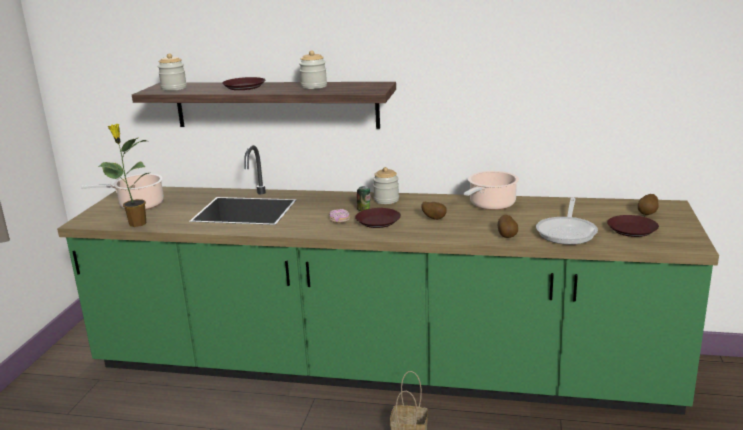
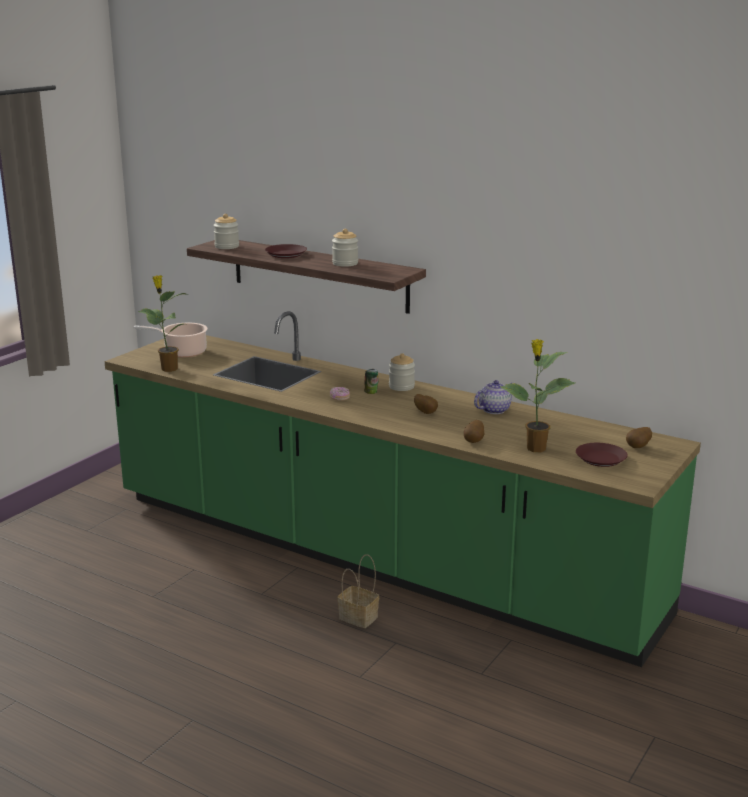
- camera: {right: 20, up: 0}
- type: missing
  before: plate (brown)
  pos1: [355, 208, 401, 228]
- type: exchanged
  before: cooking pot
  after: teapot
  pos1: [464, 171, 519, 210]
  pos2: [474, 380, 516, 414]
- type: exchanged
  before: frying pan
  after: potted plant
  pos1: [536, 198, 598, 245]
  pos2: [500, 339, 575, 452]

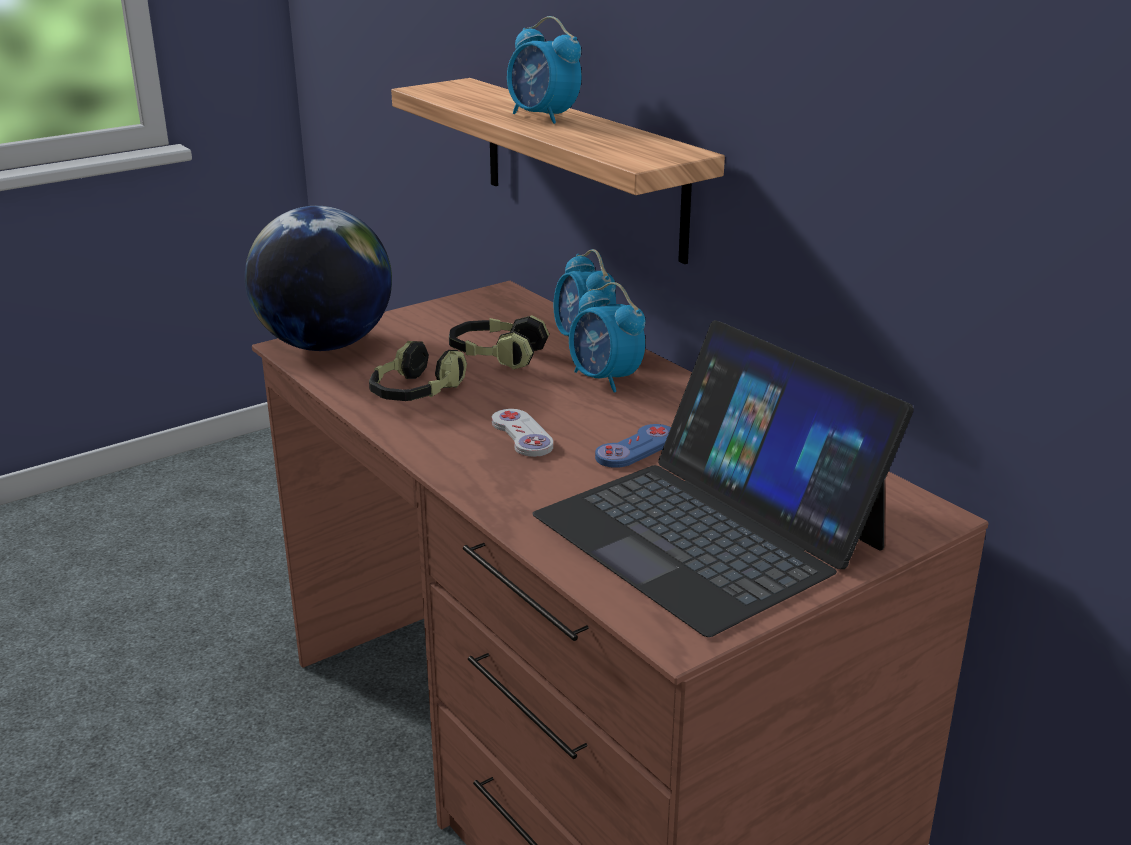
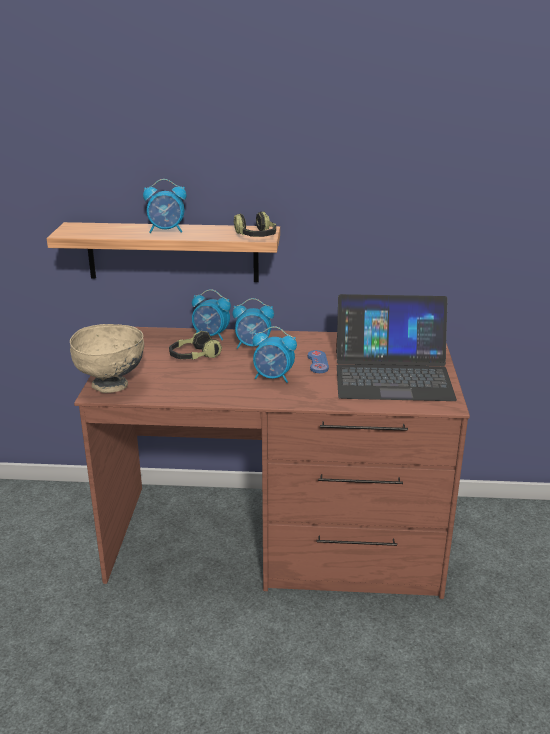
- camera: {right: -50, up: 0}
- type: exchanged
  before: globe
  after: bowl (beige)
  pos1: [245, 206, 392, 351]
  pos2: [70, 324, 144, 393]
- type: relocated
  before: headphones
  pos1: [369, 341, 467, 401]
  pos2: [234, 211, 276, 237]
- type: exchanged
  before: game controller (white)
  after: alarm clock
  pos1: [492, 409, 553, 457]
  pos2: [252, 326, 297, 383]

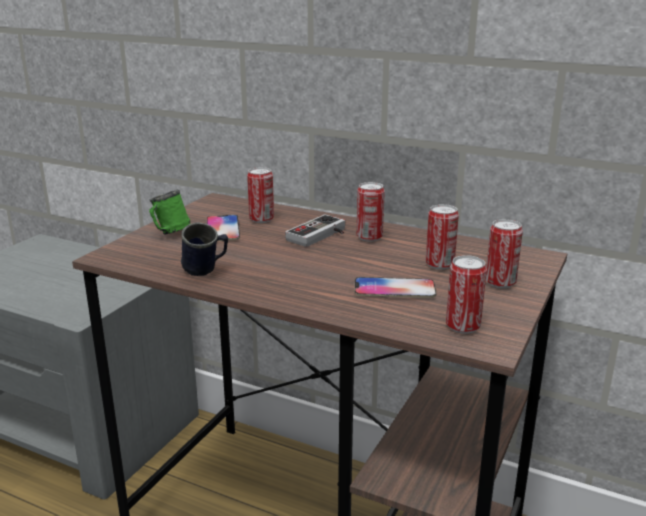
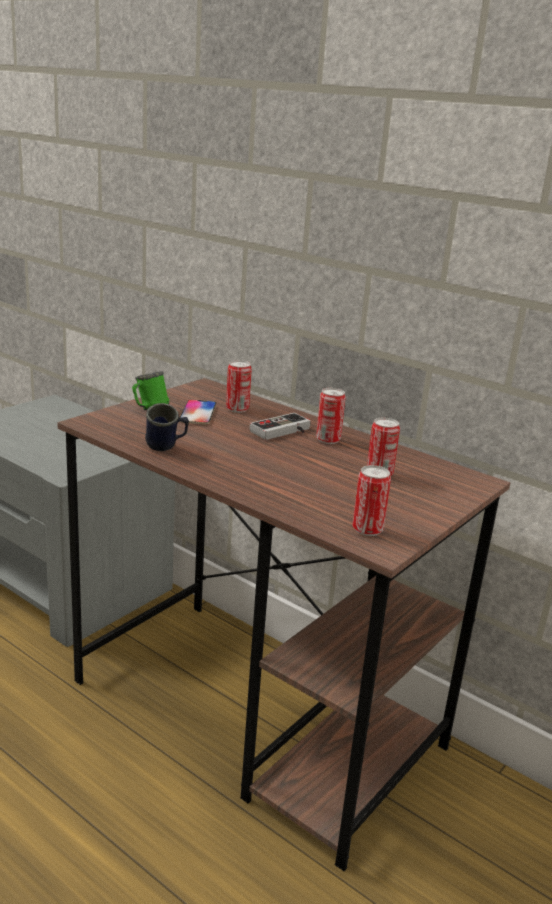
- camera: {right: 10, up: 0}
- type: missing
  before: phone
  pos1: [354, 277, 436, 298]
- type: missing
  before: can
  pos1: [486, 219, 523, 288]

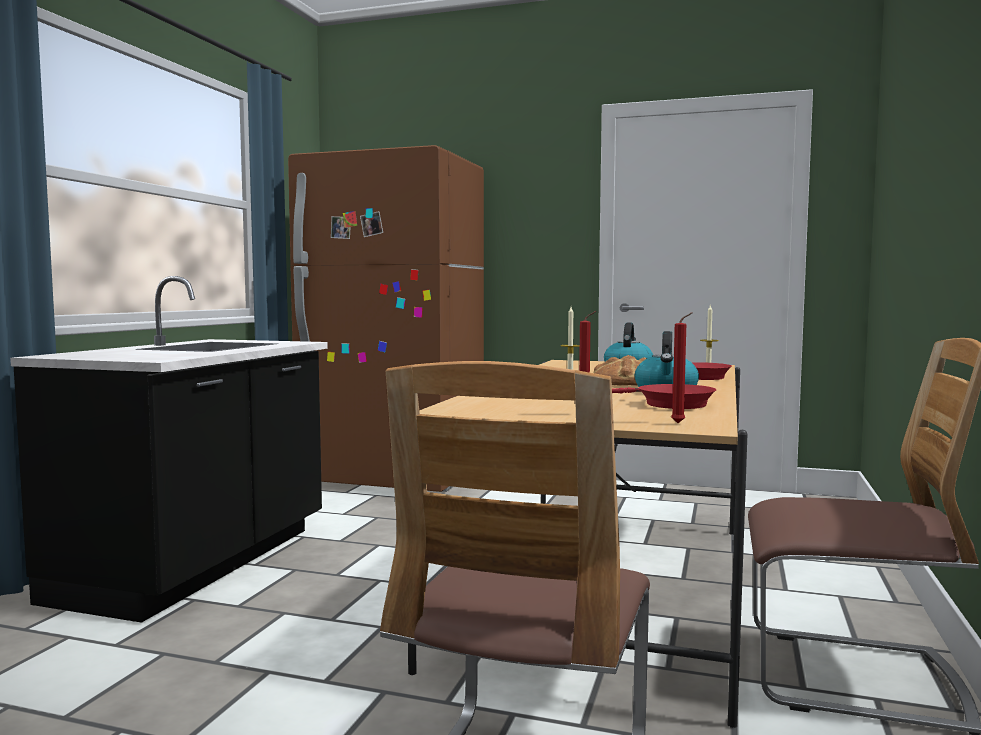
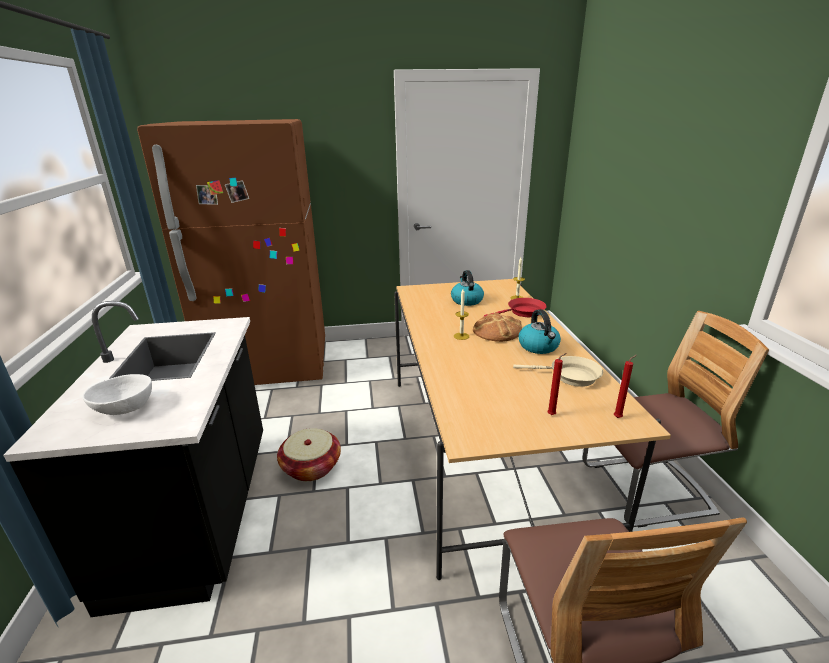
- camera: {right: -25, up: 20}
- type: colour
  before: frying pan (red)
  after: frying pan (beige)
  pos1: [612, 384, 716, 409]
  pos2: [513, 356, 603, 387]
- type: appeared
  after: bowl (white)
  pos2: [82, 374, 152, 415]
- type: appeared
  after: basket
  pos2: [277, 428, 341, 481]

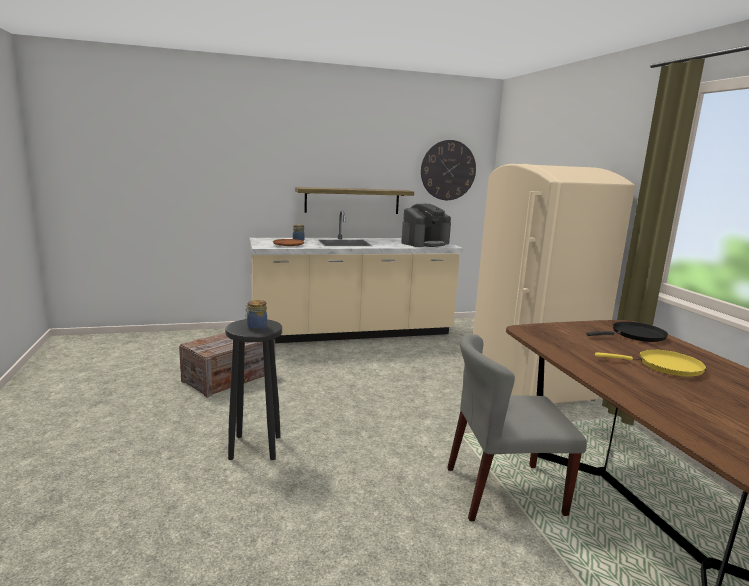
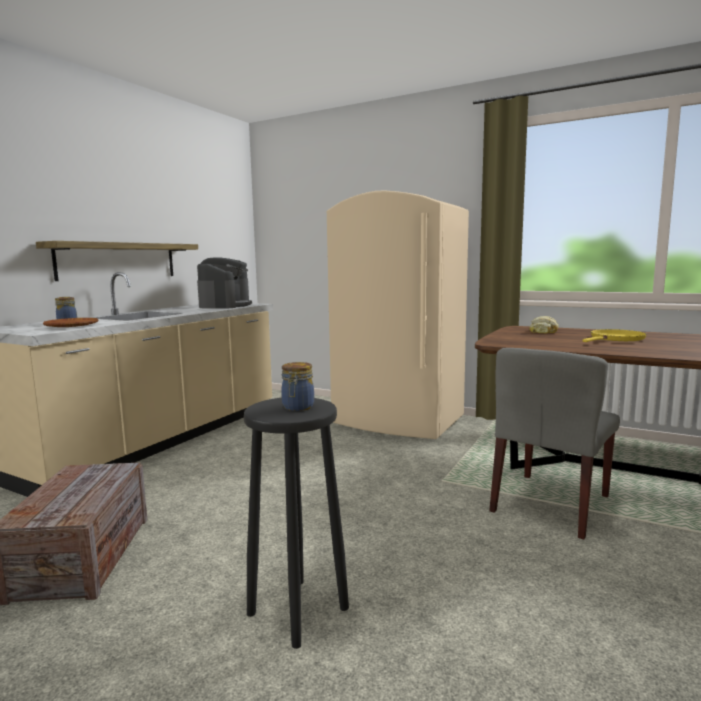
- camera: {right: -45, up: -5}
- type: missing
  before: wall clock
  pos1: [421, 140, 476, 200]
- type: exchanged
  before: frying pan (black)
  after: bread
  pos1: [586, 321, 668, 342]
  pos2: [529, 316, 558, 334]

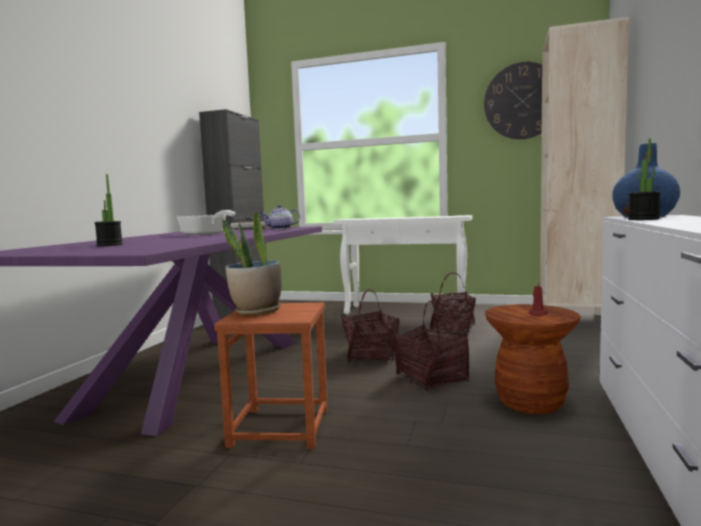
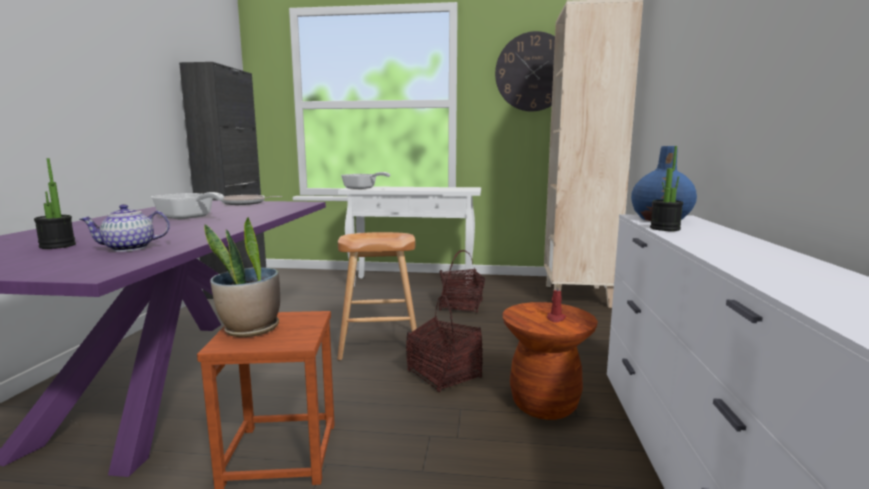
- camera: {right: -10, up: 5}
- type: relocated
  before: teapot
  pos1: [260, 205, 300, 230]
  pos2: [79, 204, 170, 252]
- type: exchanged
  before: basket
  after: stool (brown)
  pos1: [341, 289, 399, 363]
  pos2: [337, 232, 417, 360]
- type: appeared
  after: frying pan
  pos2: [341, 172, 390, 189]

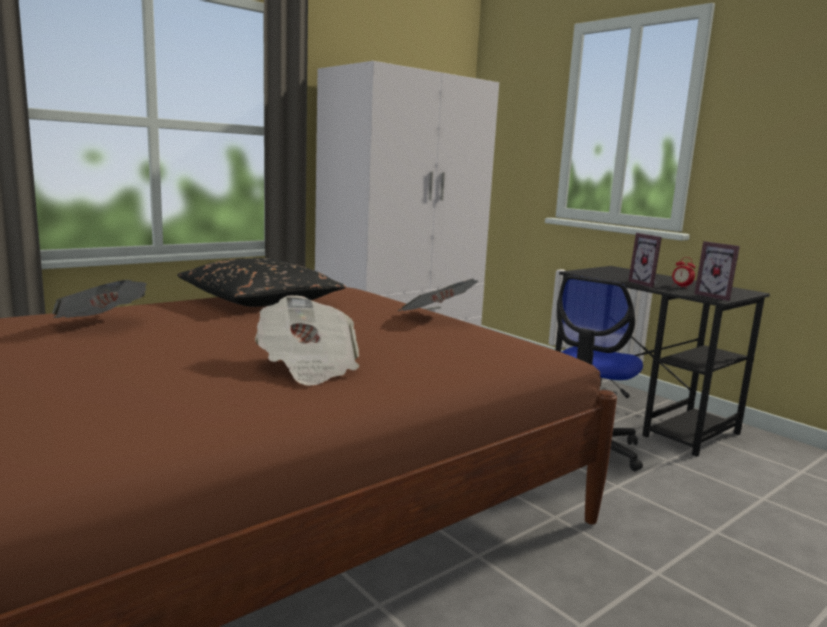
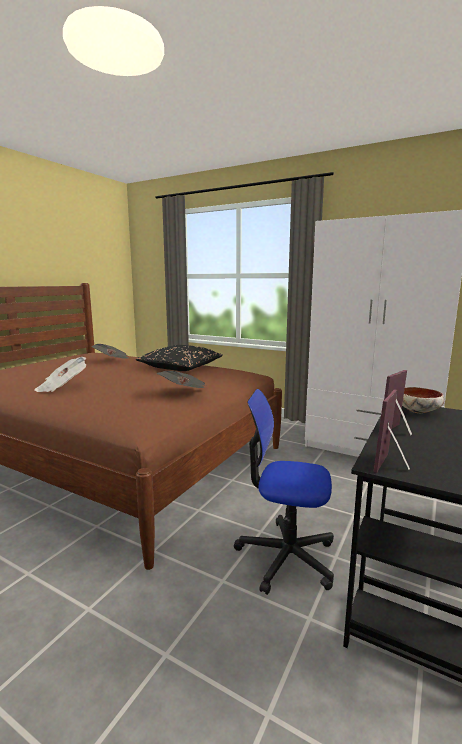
- camera: {right: 70, up: 0}
- type: missing
  before: alarm clock
  pos1: [672, 257, 696, 287]
- type: appeared
  after: bowl
  pos2: [402, 387, 444, 413]

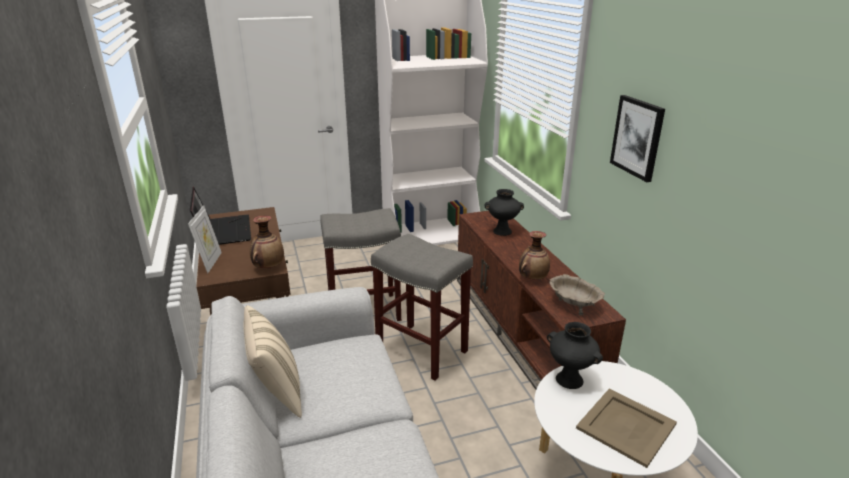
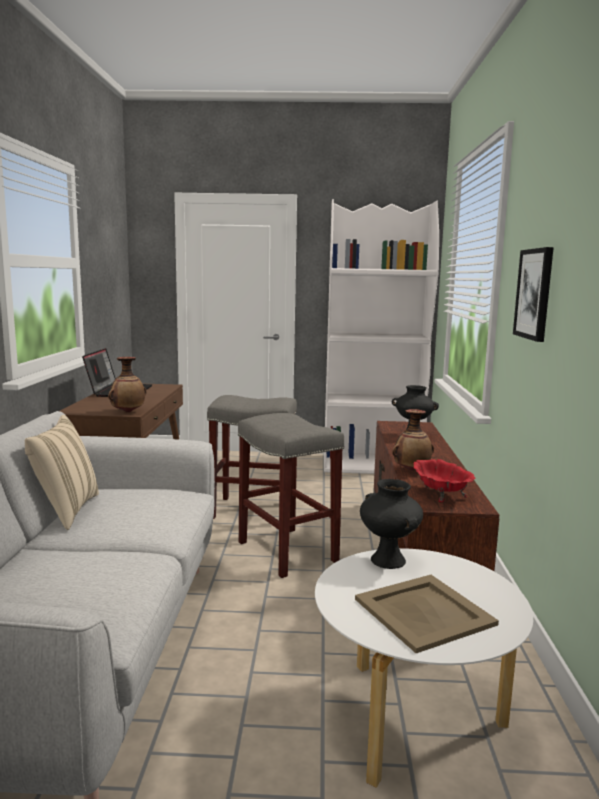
- camera: {right: 20, up: -15}
- type: missing
  before: picture frame
  pos1: [188, 205, 222, 274]
- type: colour
  before: bowl (beige)
  after: bowl (red)
  pos1: [550, 274, 605, 315]
  pos2: [414, 459, 476, 502]

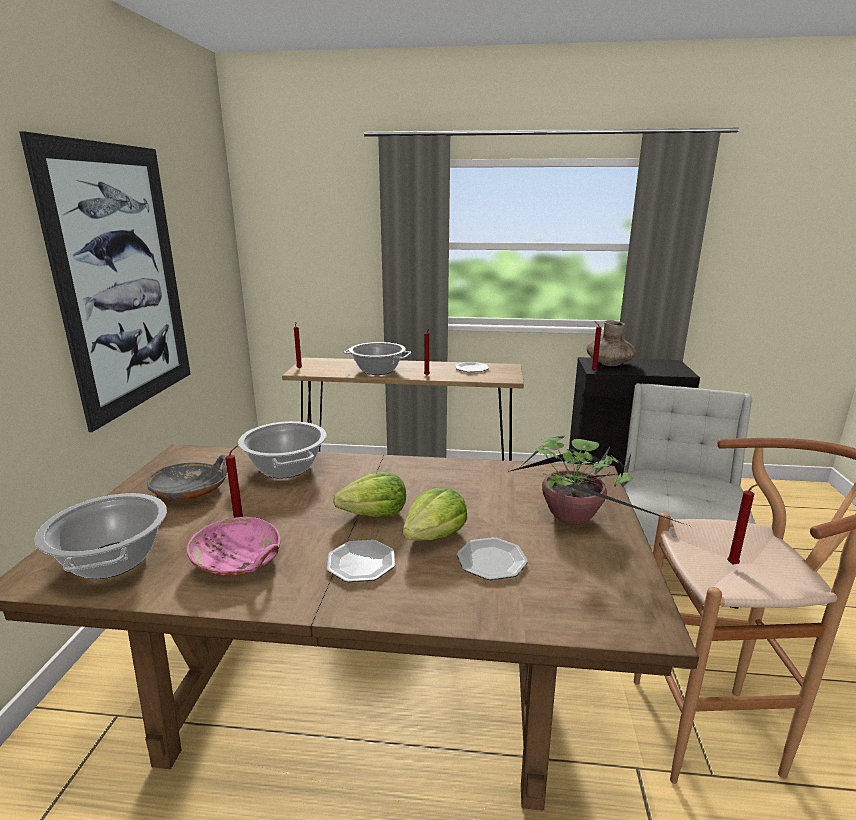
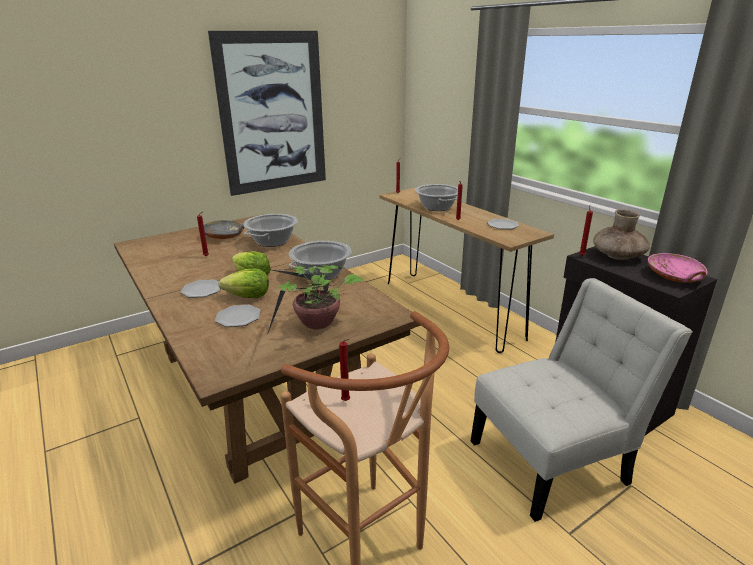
- camera: {right: 50, up: 5}
- type: relocated
  before: cooking pot
  pos1: [35, 493, 167, 579]
  pos2: [289, 241, 351, 281]
- type: relocated
  before: bowl (pink)
  pos1: [186, 517, 281, 576]
  pos2: [648, 253, 707, 283]

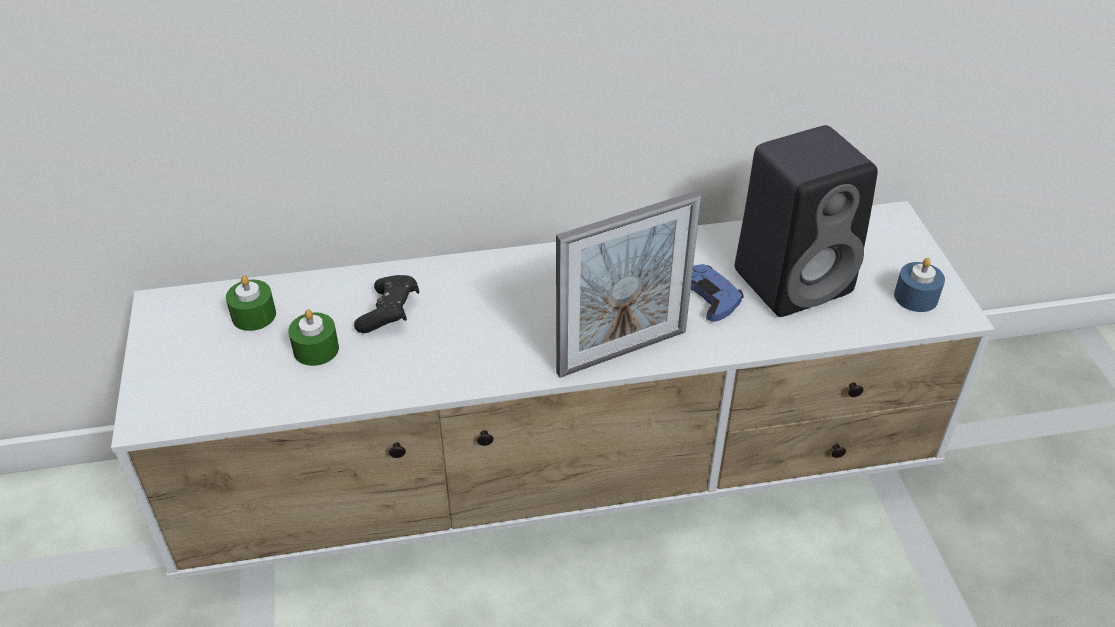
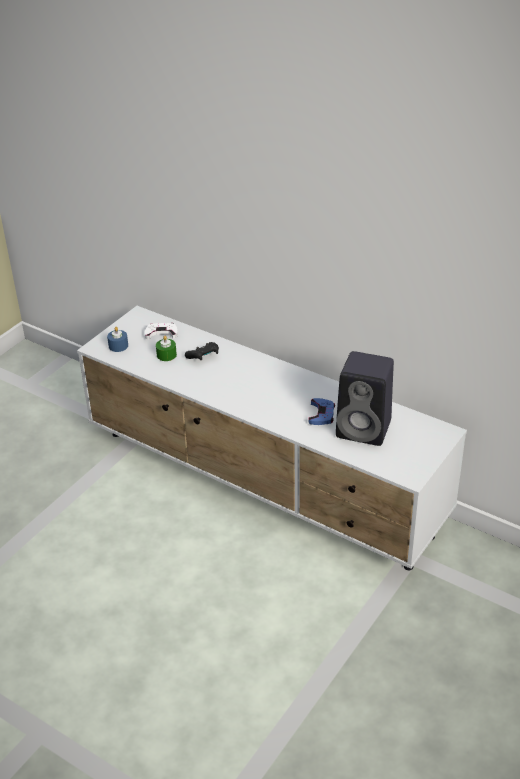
- camera: {right: 45, up: -5}
- type: exchanged
  before: candle (green)
  after: game controller (white)
  pos1: [226, 276, 276, 331]
  pos2: [145, 323, 178, 339]
- type: missing
  before: picture frame
  pos1: [556, 191, 701, 378]
- type: relocated
  before: candle (blue)
  pos1: [894, 258, 945, 312]
  pos2: [107, 327, 128, 352]

